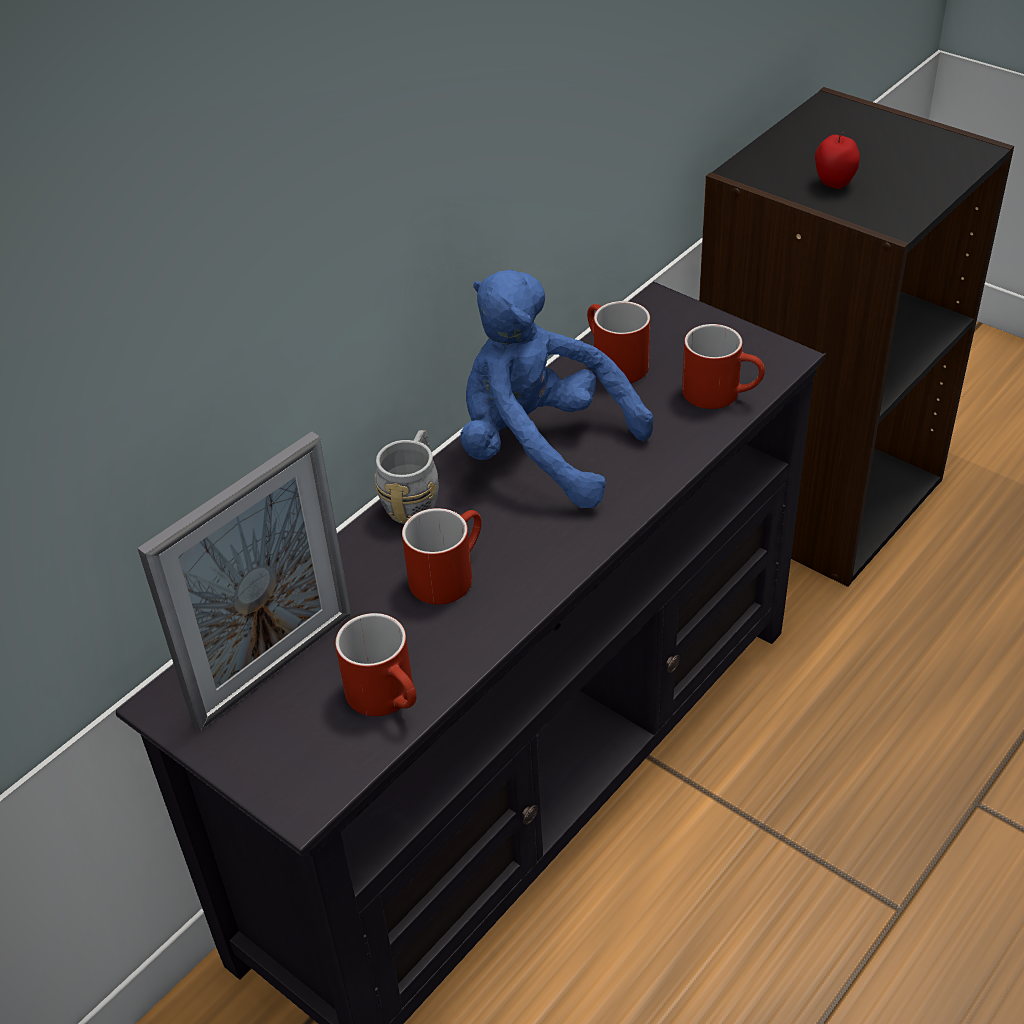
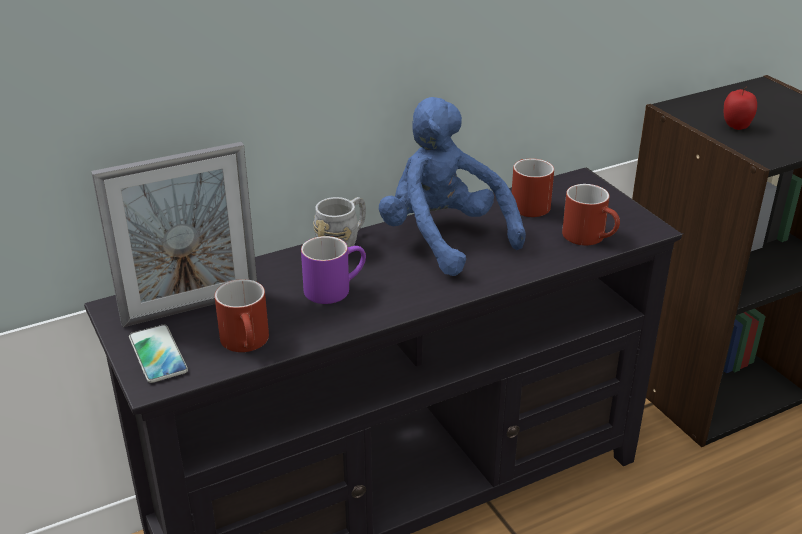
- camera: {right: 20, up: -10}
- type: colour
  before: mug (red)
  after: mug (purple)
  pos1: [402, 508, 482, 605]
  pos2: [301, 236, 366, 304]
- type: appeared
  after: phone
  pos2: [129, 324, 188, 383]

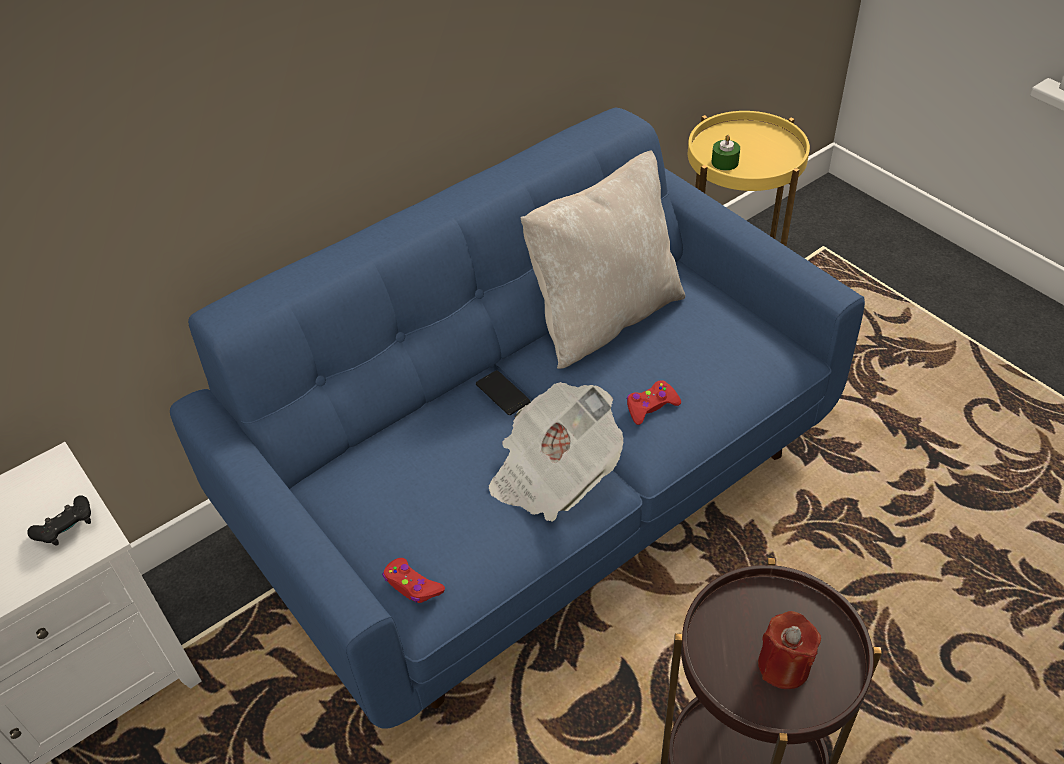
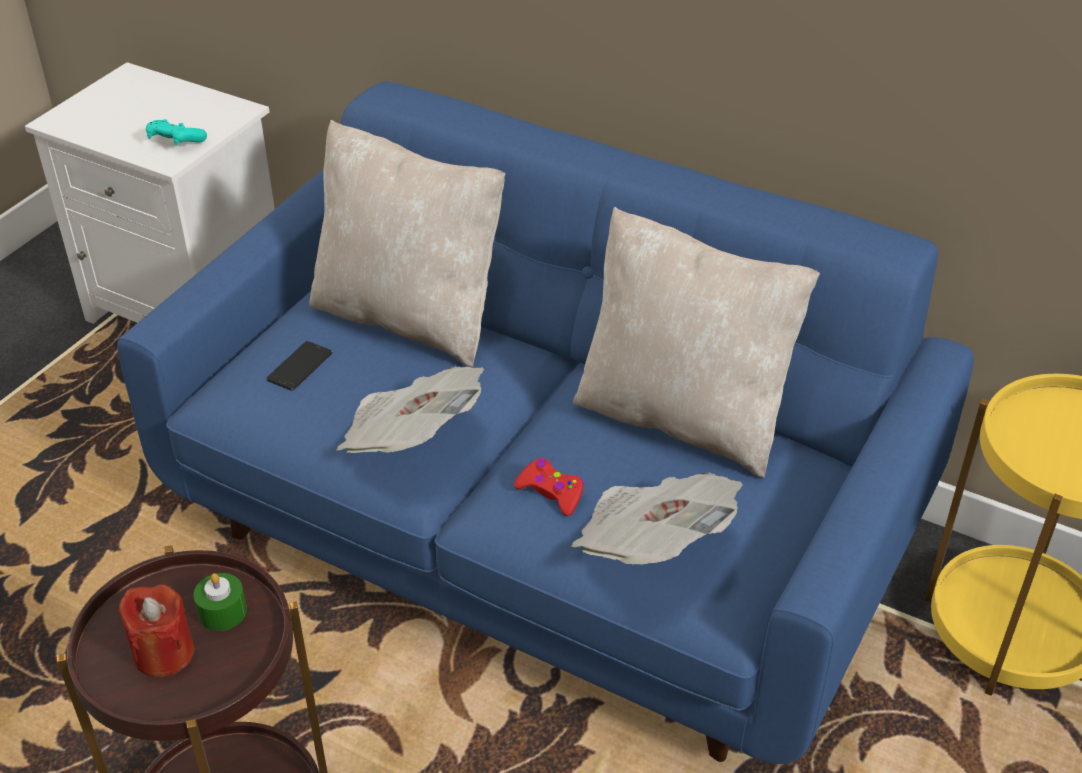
- camera: {right: 65, up: -5}
- type: colour
  before: game controller (black)
  after: game controller (turquoise)
  pos1: [27, 495, 91, 546]
  pos2: [146, 119, 207, 146]
- type: missing
  before: game controller (red)
  pos1: [382, 558, 445, 603]
- type: relocated
  before: phone
  pos1: [476, 370, 531, 415]
  pos2: [267, 341, 332, 391]
- type: relocated
  before: candle (green)
  pos1: [711, 135, 740, 171]
  pos2: [194, 573, 247, 631]
- type: appeared
  after: pillow (beige)
  pos2: [309, 120, 505, 367]
- type: appeared
  after: newspaper
  pos2: [572, 473, 742, 565]

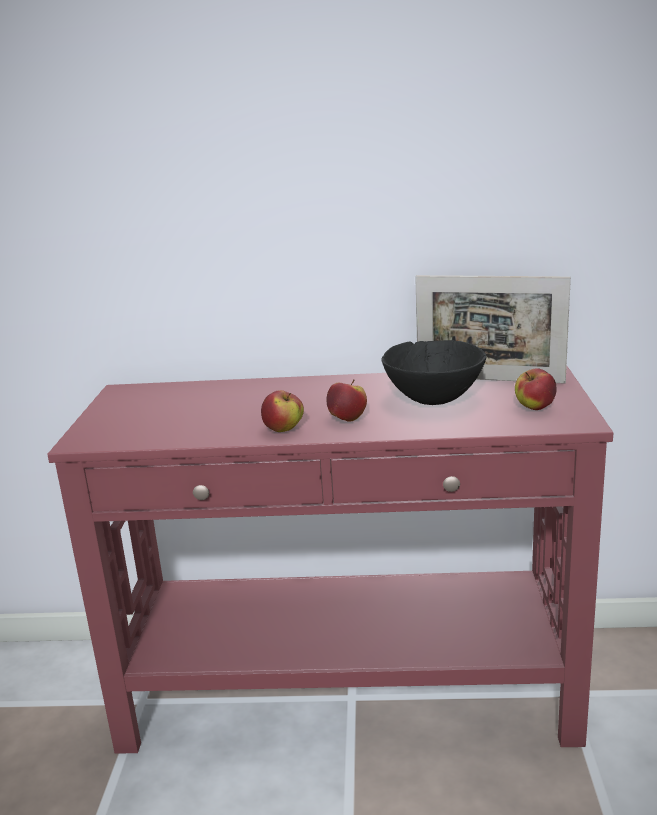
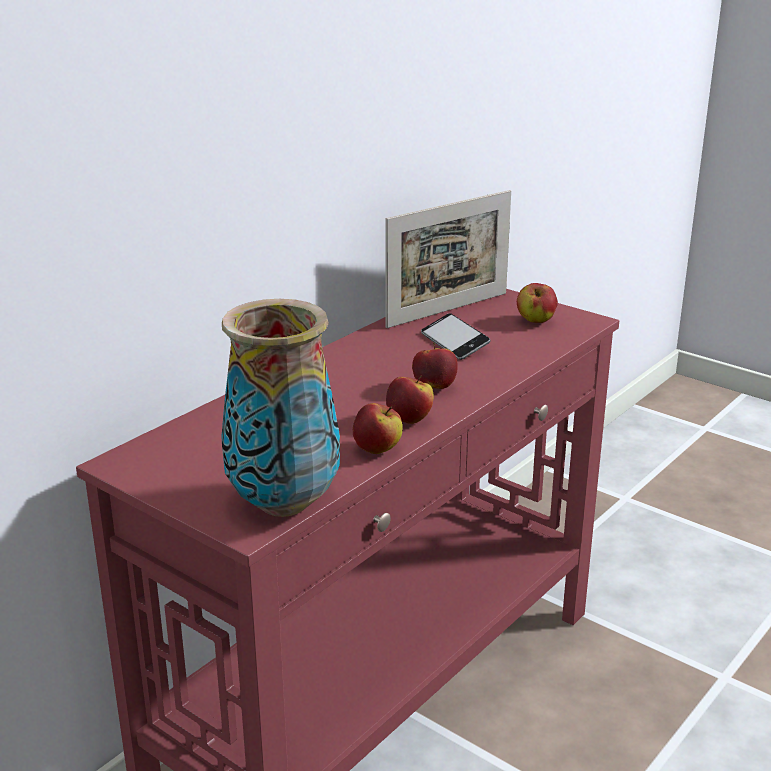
- camera: {right: -55, up: 5}
- type: exchanged
  before: bowl (black)
  after: phone
  pos1: [381, 340, 486, 405]
  pos2: [421, 313, 491, 360]
- type: appeared
  after: vase
  pos2: [221, 299, 340, 517]
- type: appeared
  after: apple
  pos2: [353, 403, 403, 454]

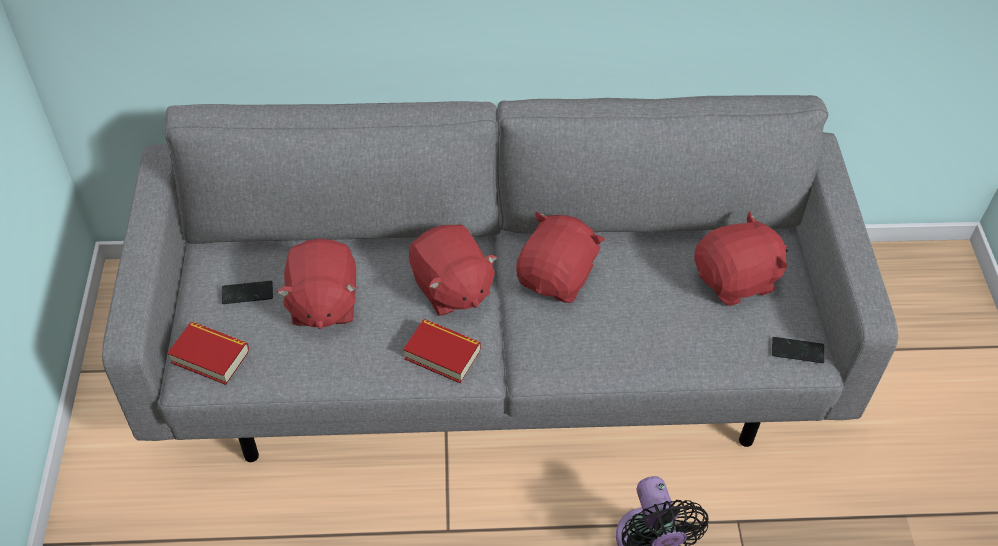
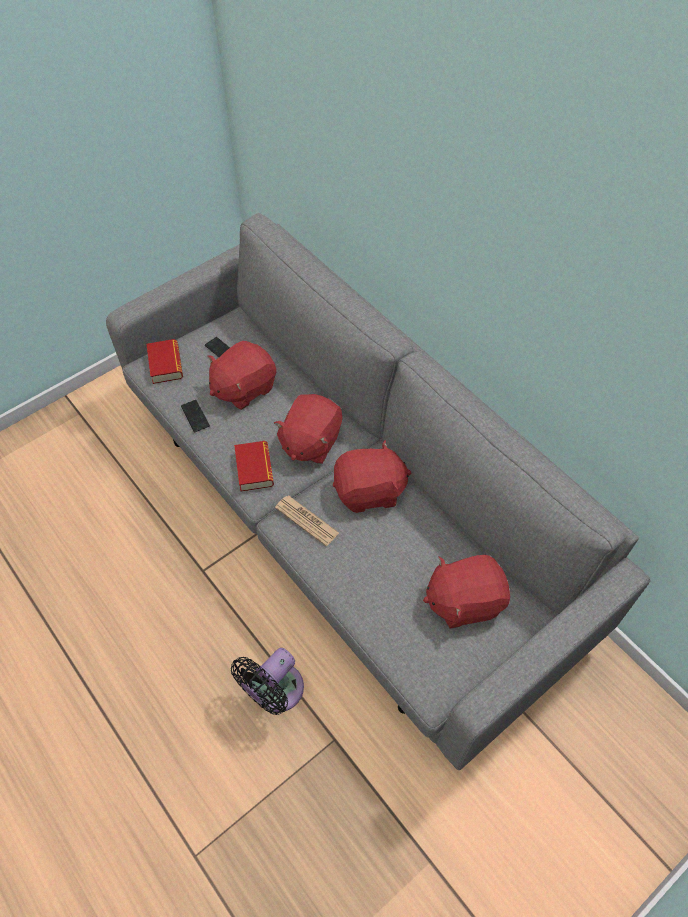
- camera: {right: 55, up: 5}
- type: spun
  before: plush toy (red)
  pos1: [694, 212, 788, 306]
  pos2: [423, 555, 510, 628]
  turn: 135
- type: relocated
  before: phone
  pos1: [772, 337, 824, 363]
  pos2: [181, 400, 210, 432]
- type: appeared
  after: newspaper
  pos2: [275, 495, 339, 546]

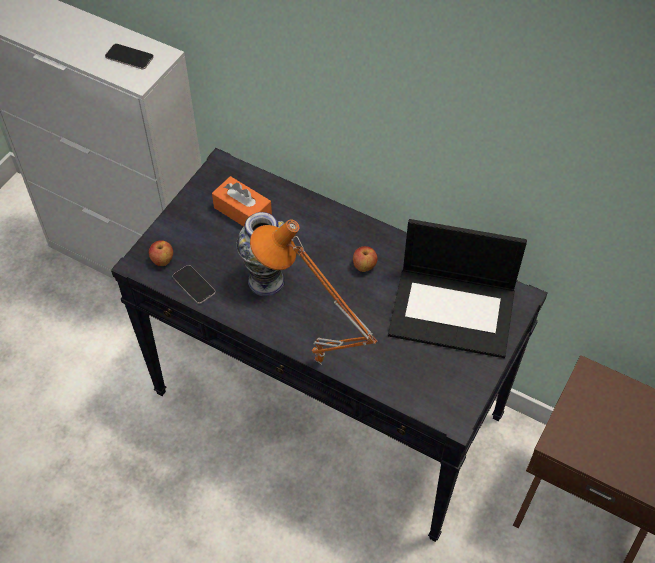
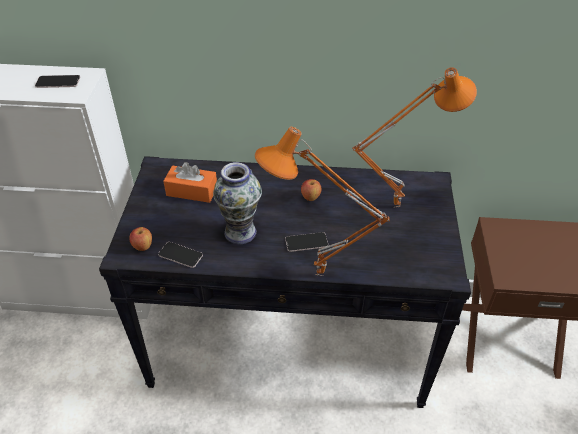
- camera: {right: -25, up: -10}
- type: exchanged
  before: laptop
  after: table lamp (orange)
  pos1: [388, 219, 527, 358]
  pos2: [352, 67, 477, 208]
- type: appeared
  after: phone
  pos2: [285, 232, 328, 252]

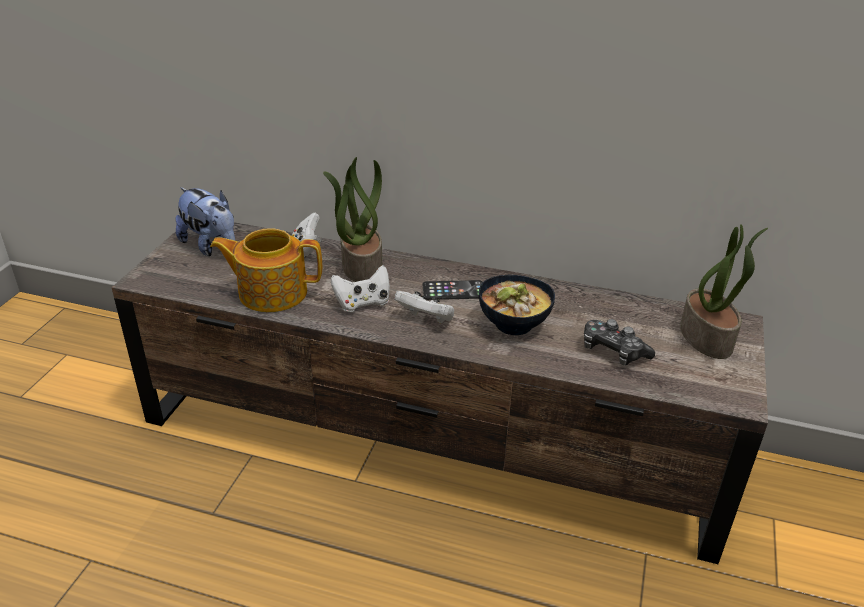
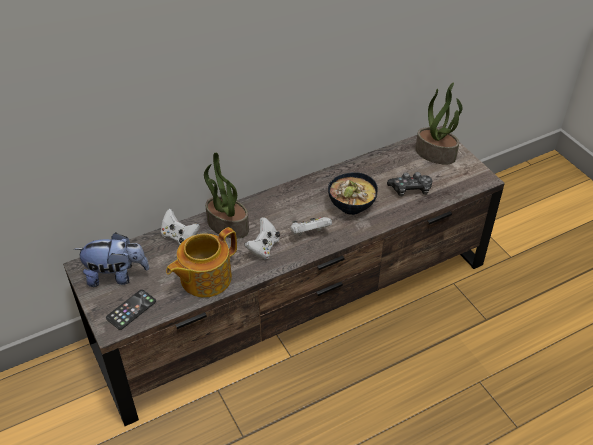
- camera: {right: -45, up: 10}
- type: relocated
  before: phone
  pos1: [423, 280, 483, 300]
  pos2: [106, 290, 156, 330]

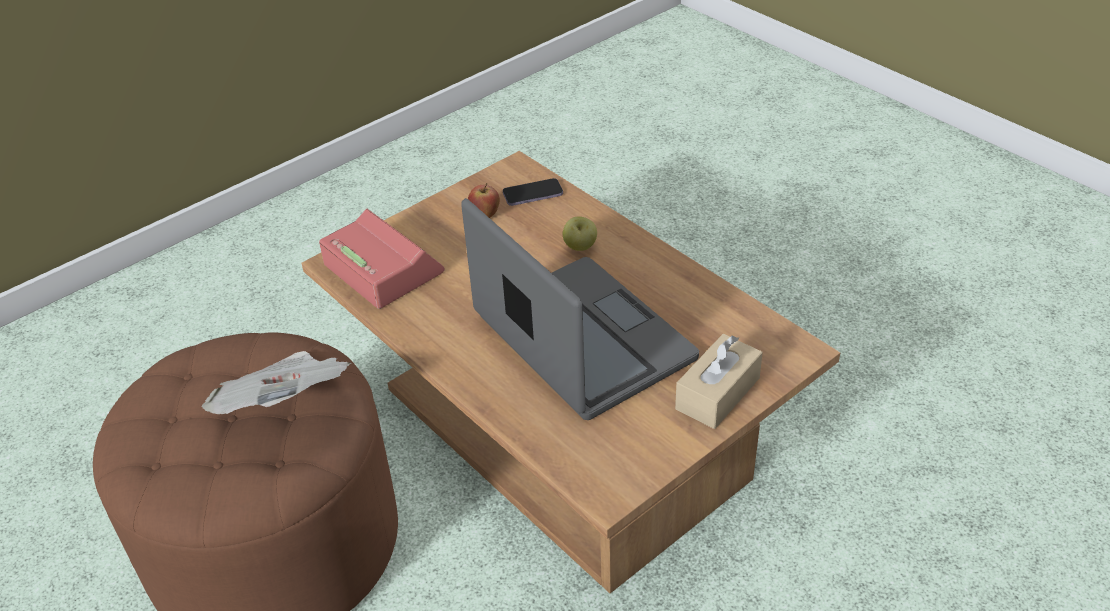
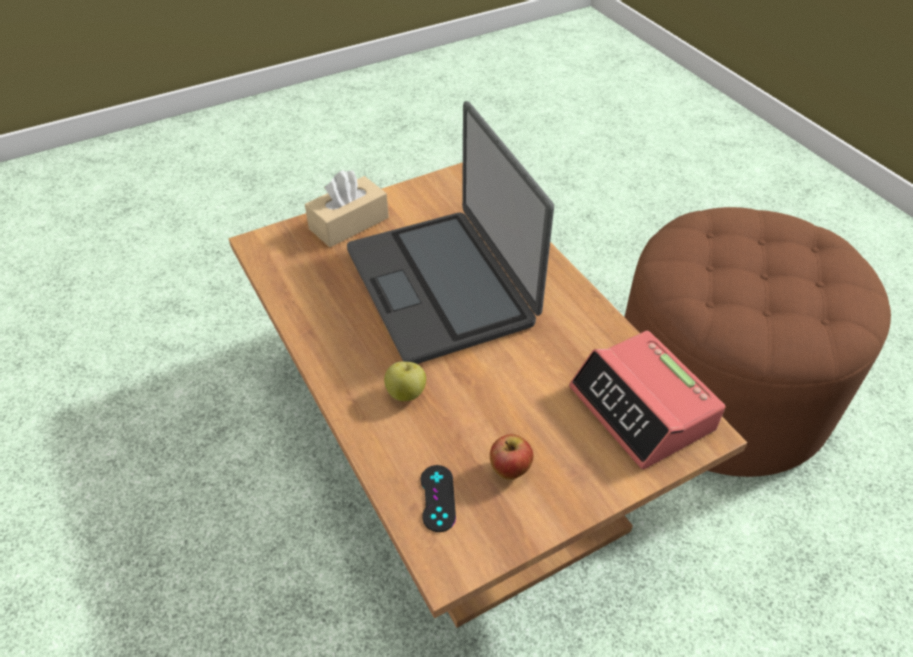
- camera: {right: -170, up: 5}
- type: missing
  before: newspaper
  pos1: [201, 351, 352, 414]
- type: exchanged
  before: phone
  after: game controller (black)
  pos1: [503, 178, 563, 206]
  pos2: [421, 465, 456, 532]

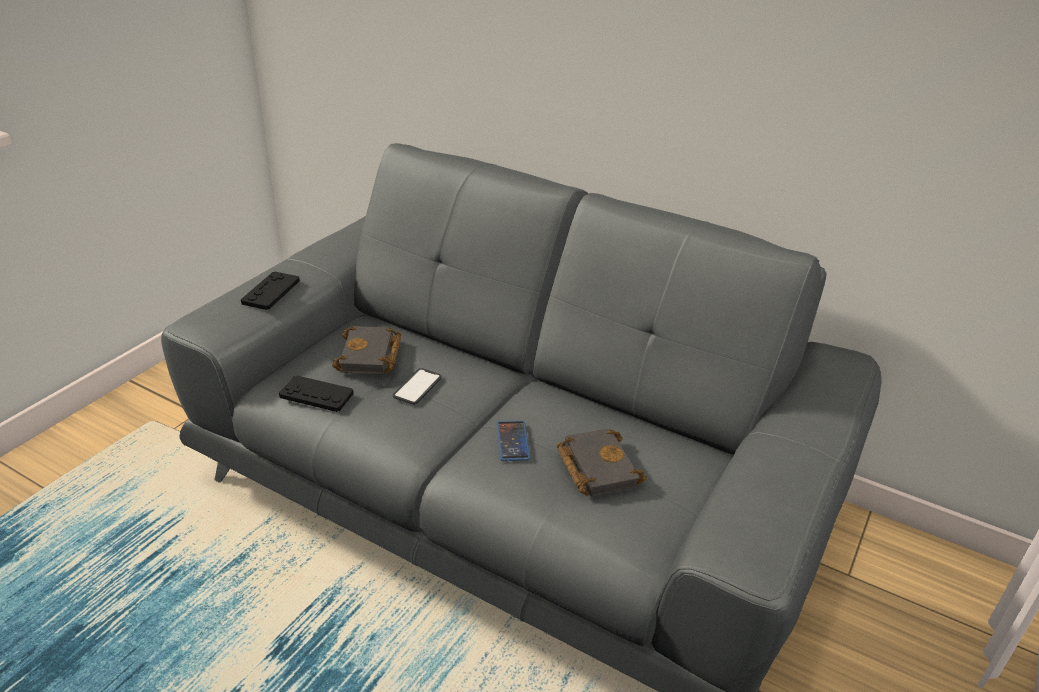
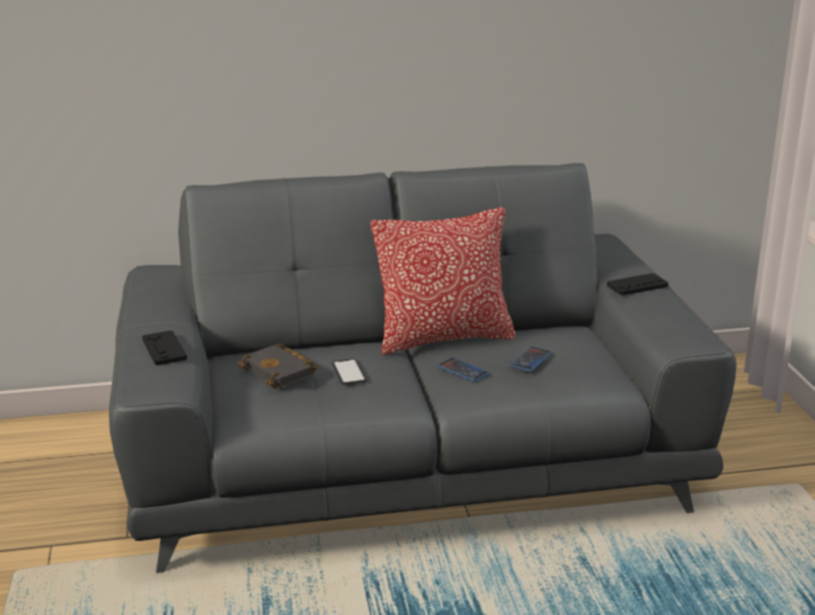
- camera: {right: -40, up: -10}
- type: relocated
  before: game controller (black)
  pos1: [279, 375, 354, 412]
  pos2: [607, 273, 668, 295]
- type: exchanged
  before: book (black)
  after: phone
  pos1: [557, 428, 647, 497]
  pos2: [510, 346, 552, 372]
- type: appeared
  after: pillow
  pos2: [371, 207, 515, 355]

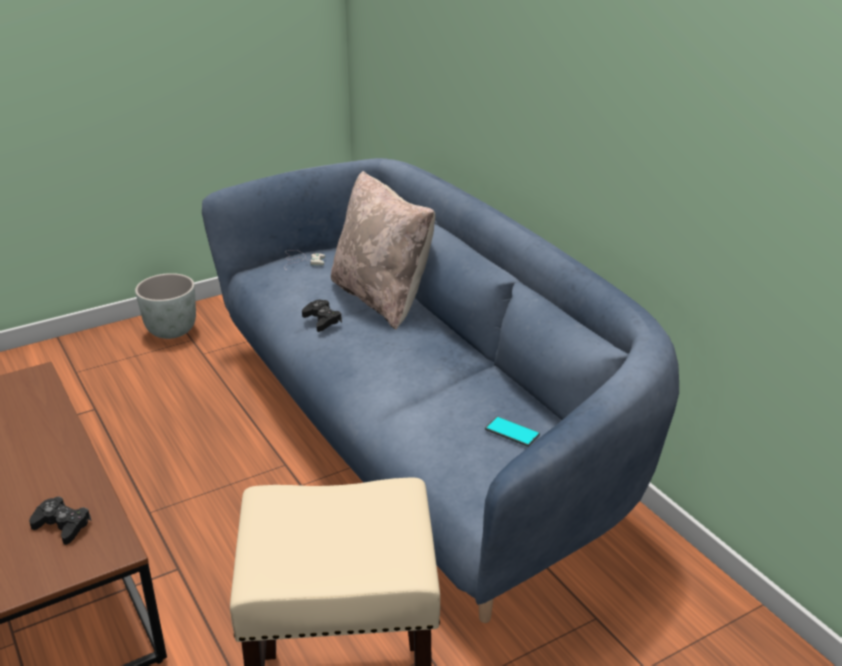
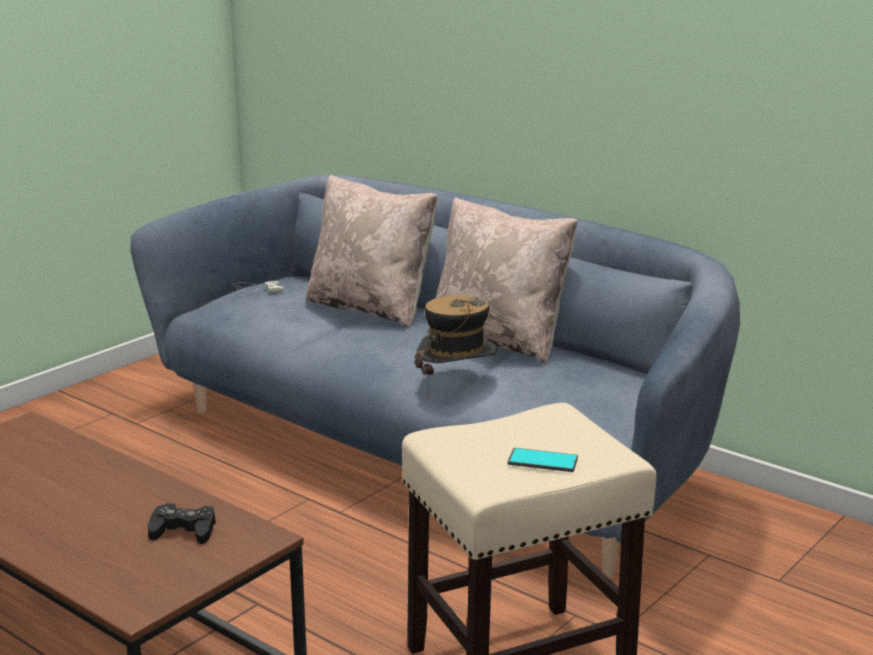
- camera: {right: -20, up: -10}
- type: missing
  before: planter (grey)
  pos1: [135, 273, 196, 339]
- type: missing
  before: game controller (black)
  pos1: [302, 300, 342, 332]
- type: relocated
  before: phone
  pos1: [485, 416, 540, 447]
  pos2: [508, 448, 578, 472]
- type: appeared
  after: hat
  pos2: [415, 295, 497, 398]
- type: appeared
  after: pillow (beige)
  pos2: [427, 197, 578, 364]

